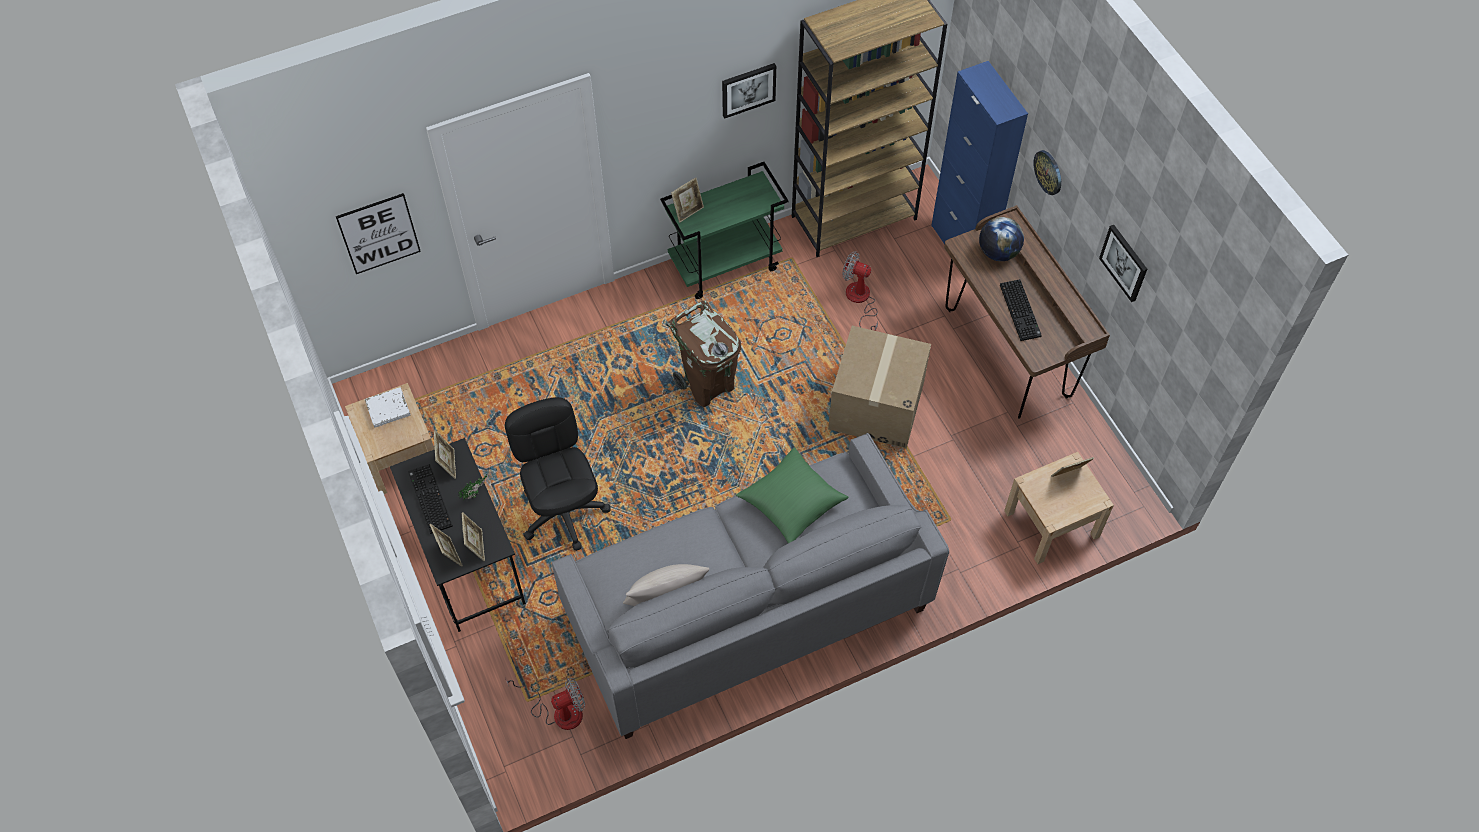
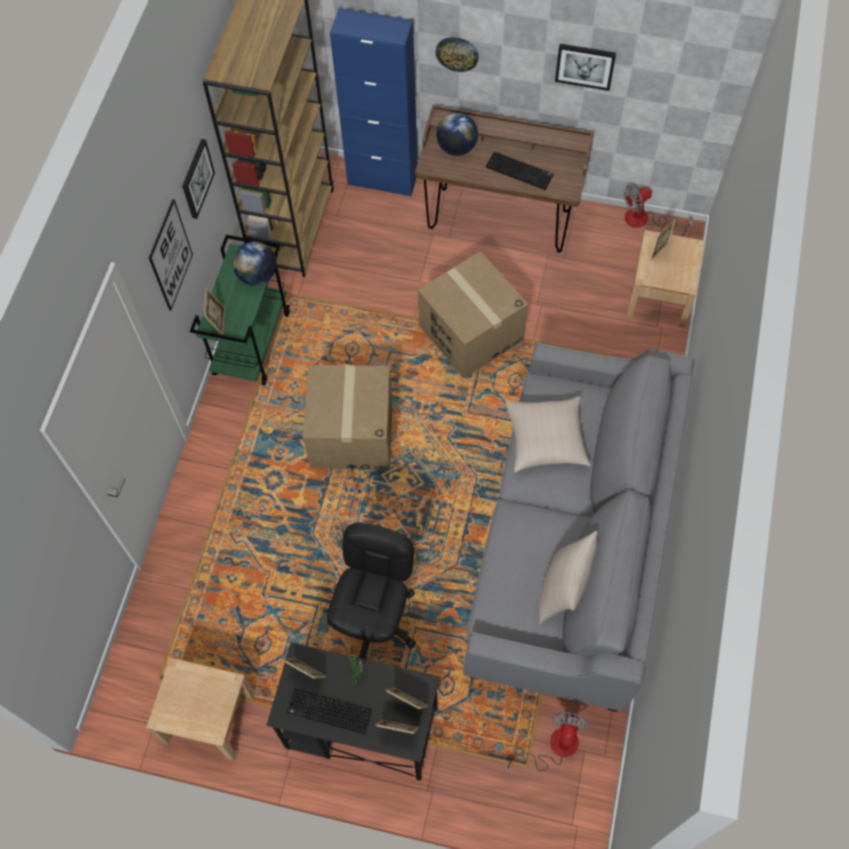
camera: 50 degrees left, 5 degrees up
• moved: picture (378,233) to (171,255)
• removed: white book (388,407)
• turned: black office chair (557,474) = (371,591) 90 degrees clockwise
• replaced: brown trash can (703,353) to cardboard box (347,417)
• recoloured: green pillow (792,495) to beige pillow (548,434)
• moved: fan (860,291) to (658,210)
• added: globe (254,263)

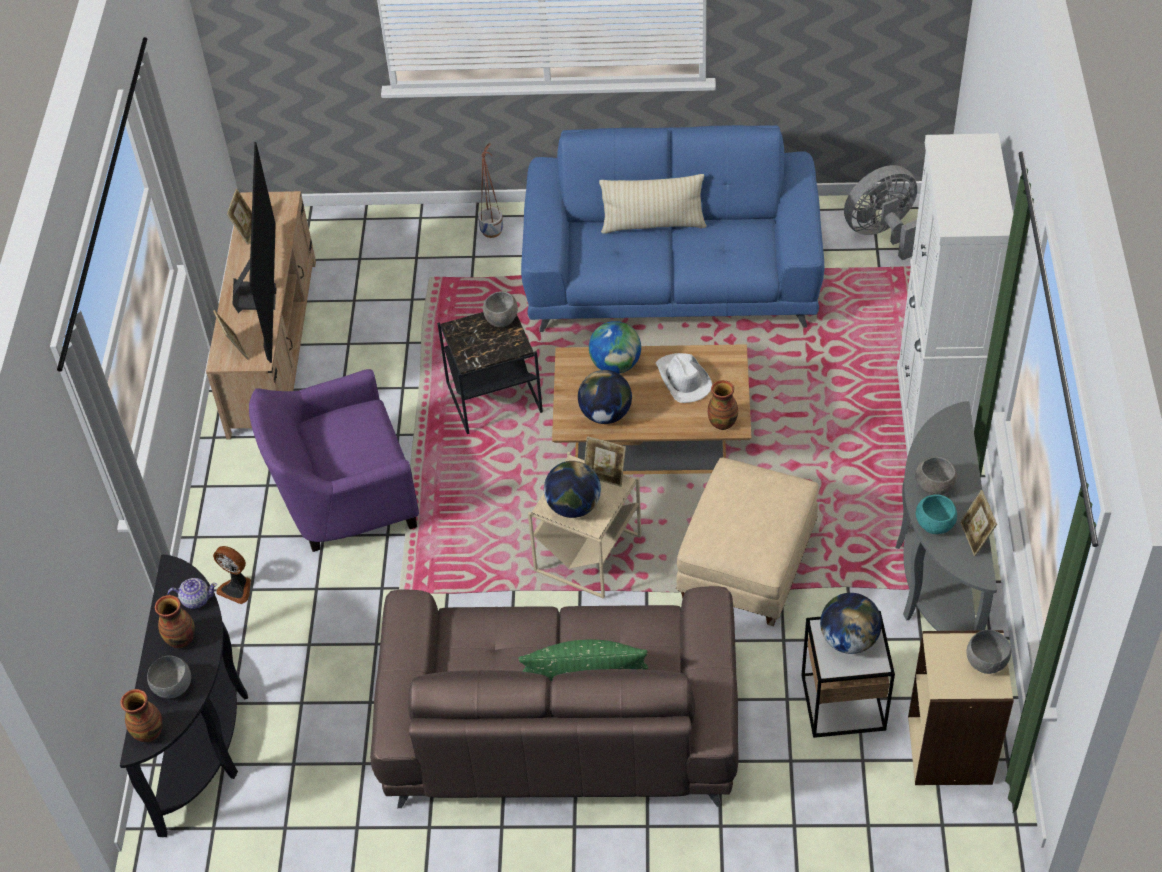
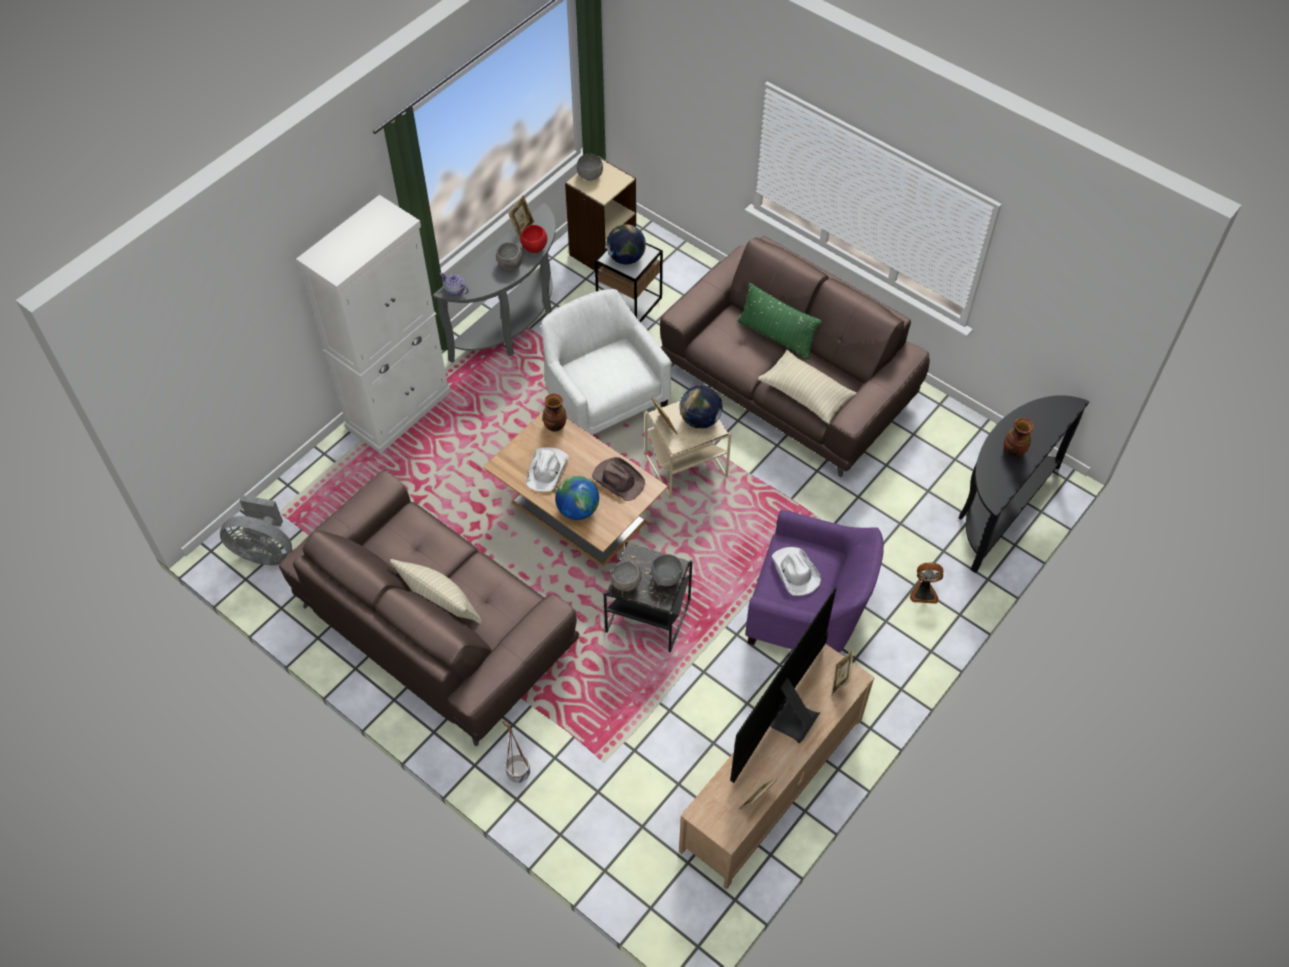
camera: 145 degrees left, 5 degrees up
• removed: vase (141,715)
• moved: grey bowl (169,677) to (667,570)
• moved: teapot (192,593) to (454,284)
• turned: fan (232,575) = (926,583) 120 degrees clockwise
• recoloured: blue sofa (672,228) to brown sofa (429,608)
• replaced: globe (605,397) to brown hat (618,479)
• replaced: beige ottoman (747,541) to white armchair (606,362)
• recoloured: turquoise bowl (936,514) to red bowl (533,239)
• added: beige pillow (807,387)
• added: white hat (796,571)

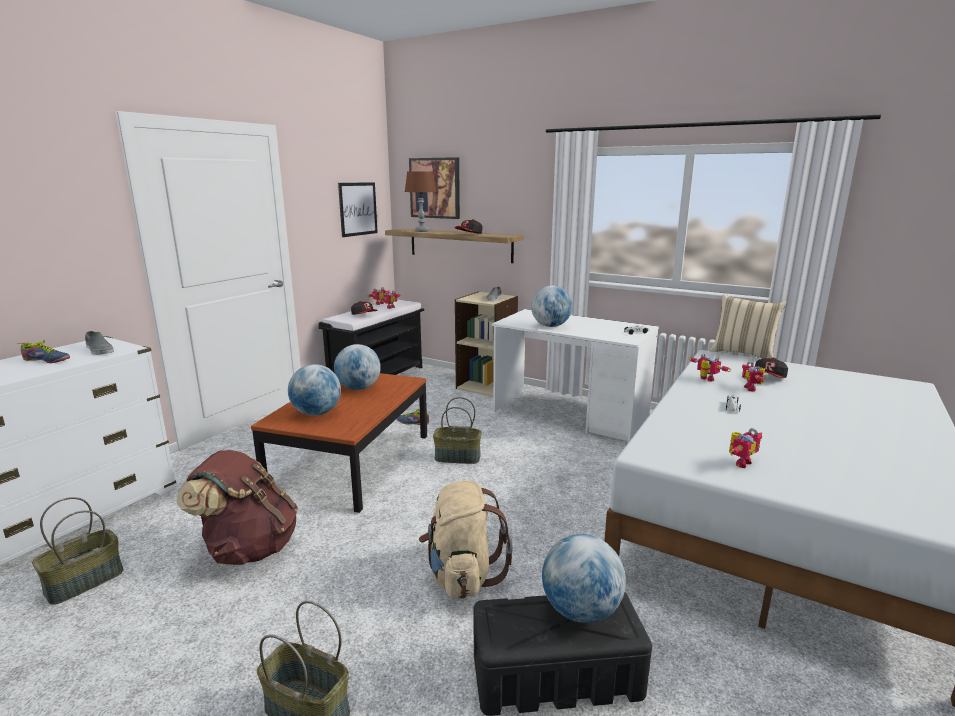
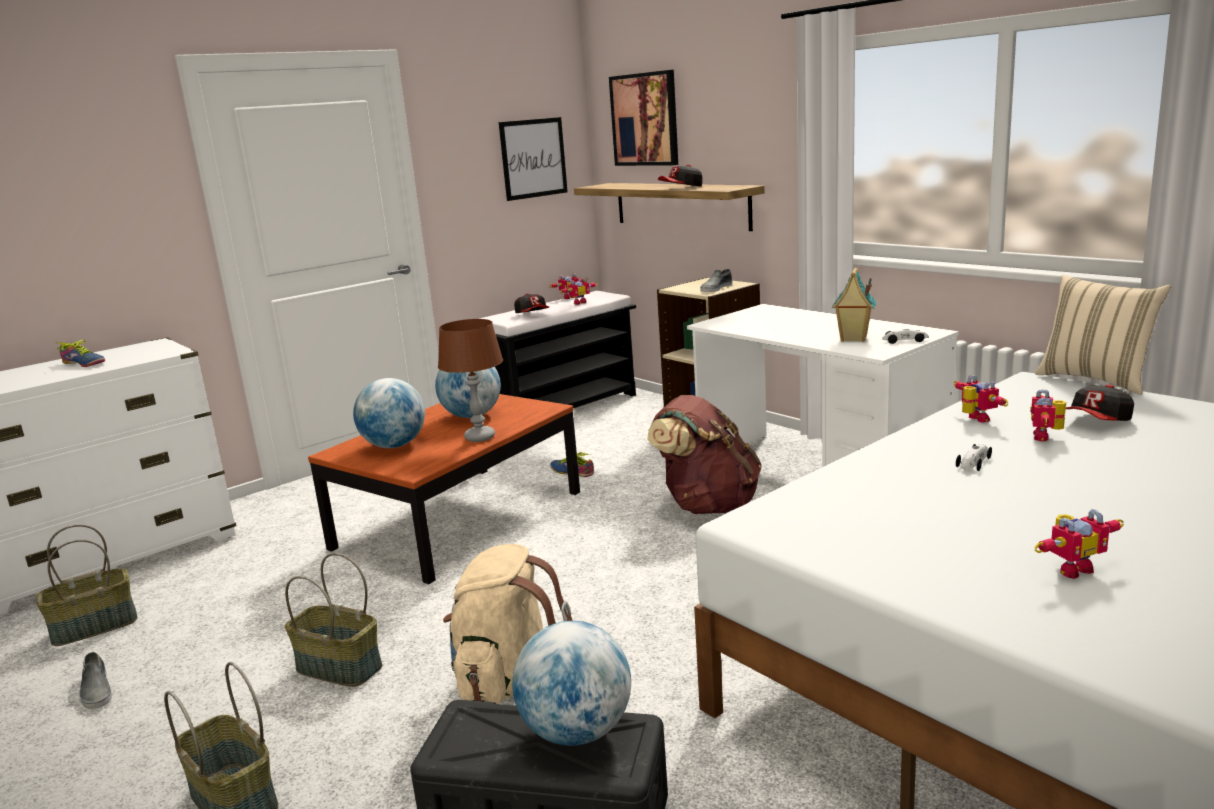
camera: 20 degrees right, 0 degrees up
• moved: grey shoe (99,343) to (95,680)
• moved: brown backpack (237,507) to (704,454)
• moved: brown table lamp (421,201) to (470,380)
• moved: basket (457,430) to (333,620)
• removed: globe (552,306)
• moved: toy robot (745,448) to (1079,544)
• added: toy house (854,304)

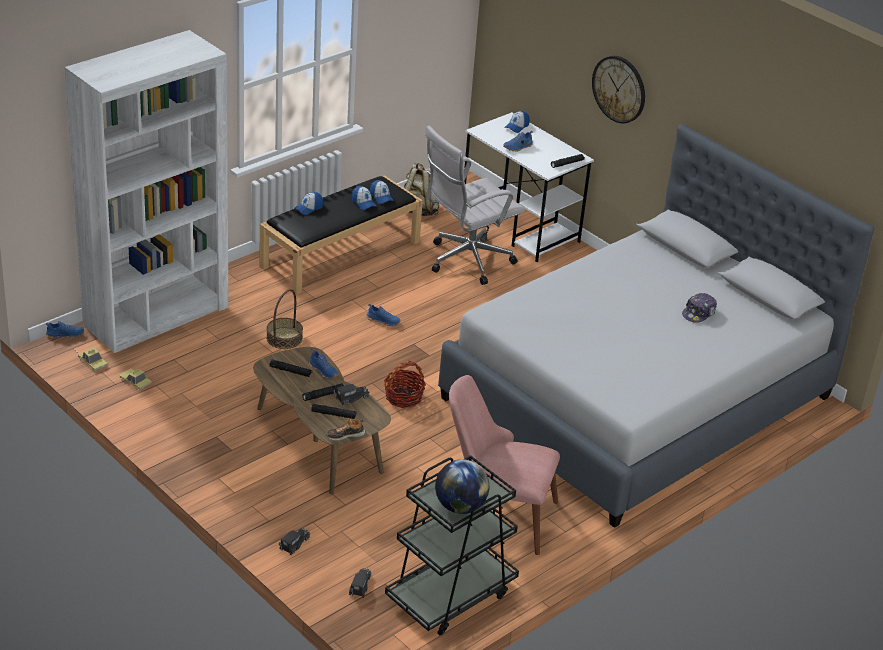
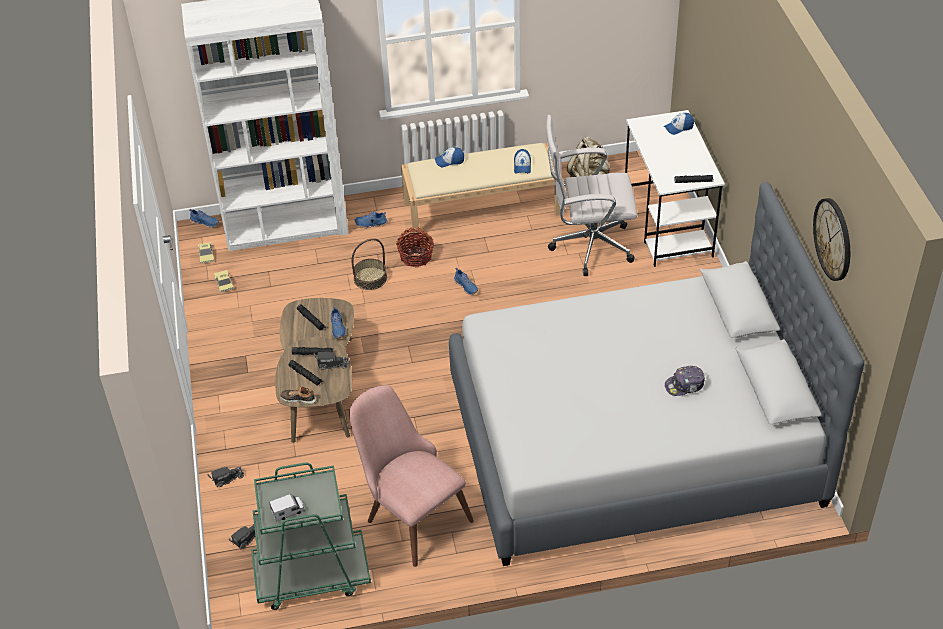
camera: 35 degrees right, 10 degrees up
• recoloured: black bench (341,235) to beige bench (481,189)
• removed: cap (364,198)
• moved: basket (405,384) to (415,247)
• recoloured: black cart (452,545) to green cart (311,536)
• replaced: globe (462,486) to toy truck (287,508)
• moved: blue shoe (518,141) to (371,219)
• moved: wall clock (618,89) to (831,239)

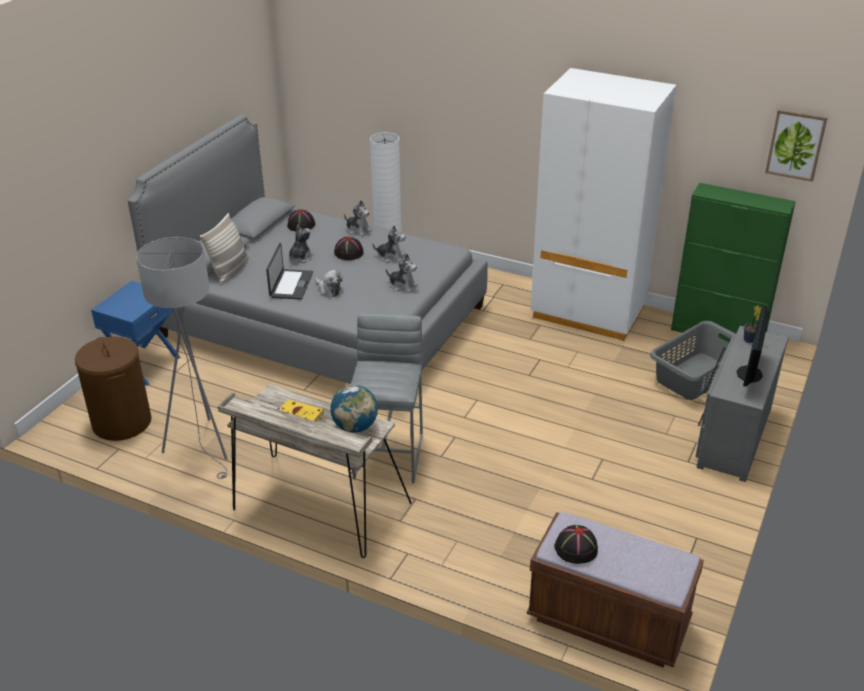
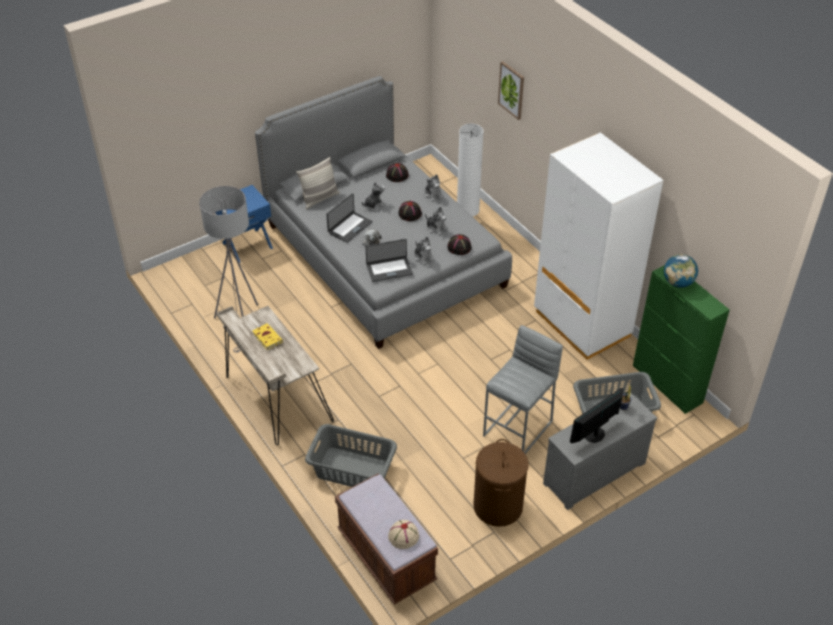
camera: 30 degrees right, 10 degrees up
• moved: brown laundry basket (113,388) to (501,483)
• moved: globe (354,409) to (681,271)
• moved: grey stool (387,398) to (523,389)
• moved: black hat (576,544) to (459,244)
• moved: picture (796,145) to (511,90)
• added: grey laundry basket (351,455)
• added: laptop (389,260)
• added: beige hat (403,534)

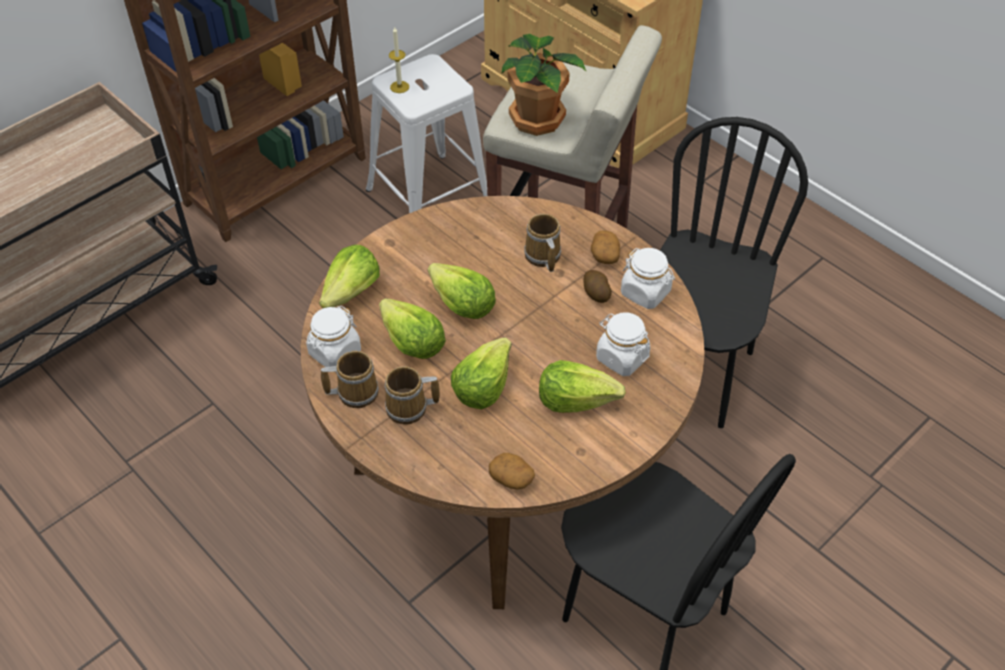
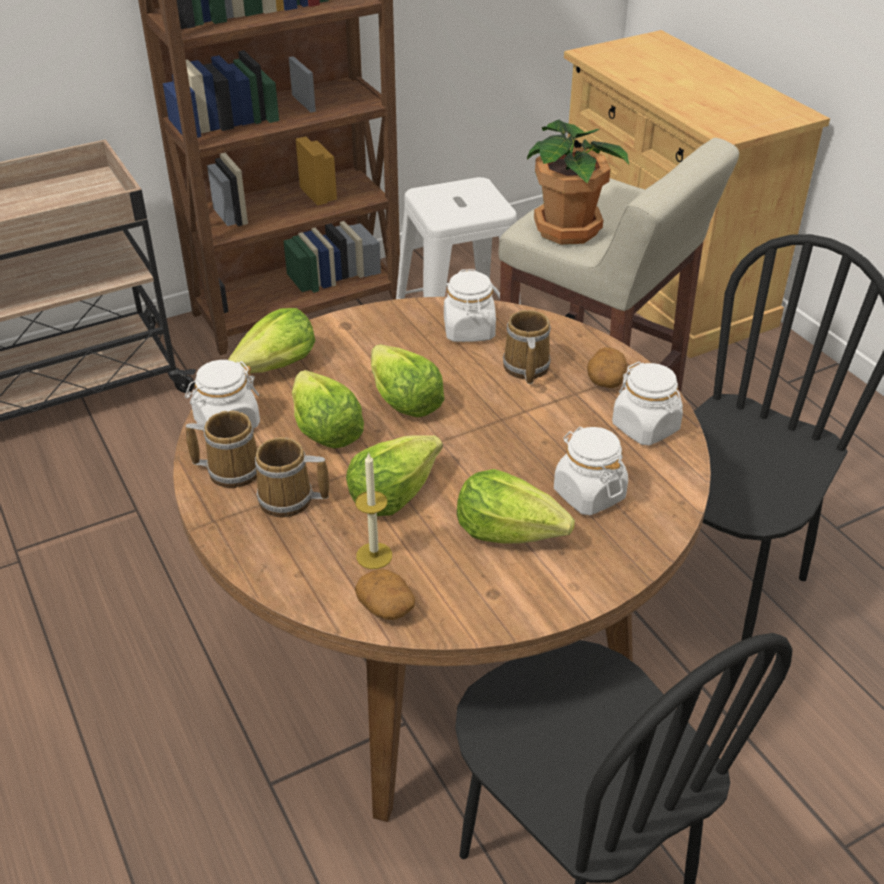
camera: 15 degrees right, 10 degrees down
• moved: candle (399,60) to (373,510)
• removed: potato (597,286)
• added: white jar (470,305)

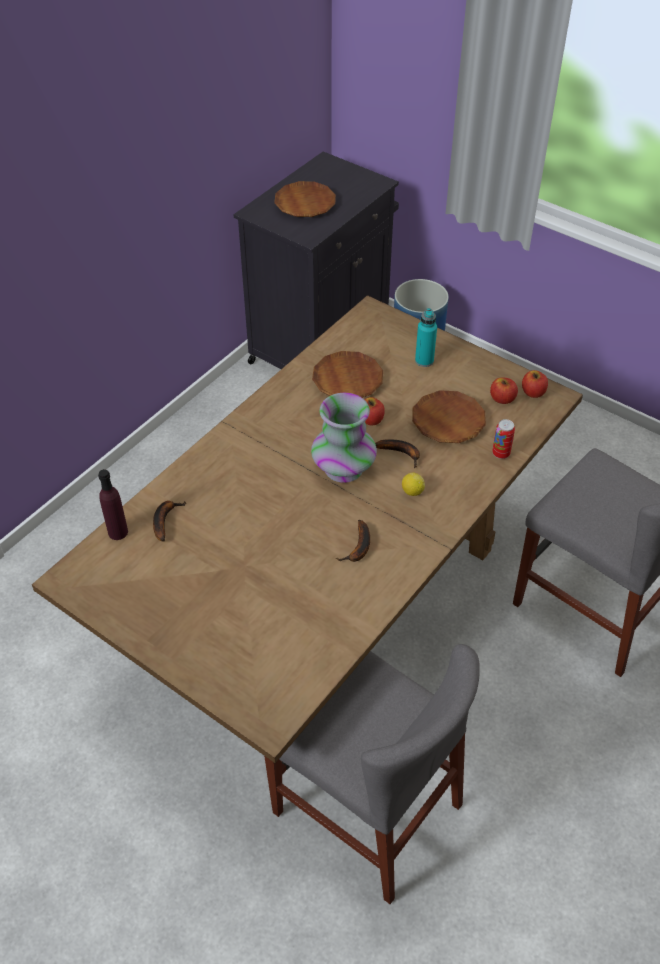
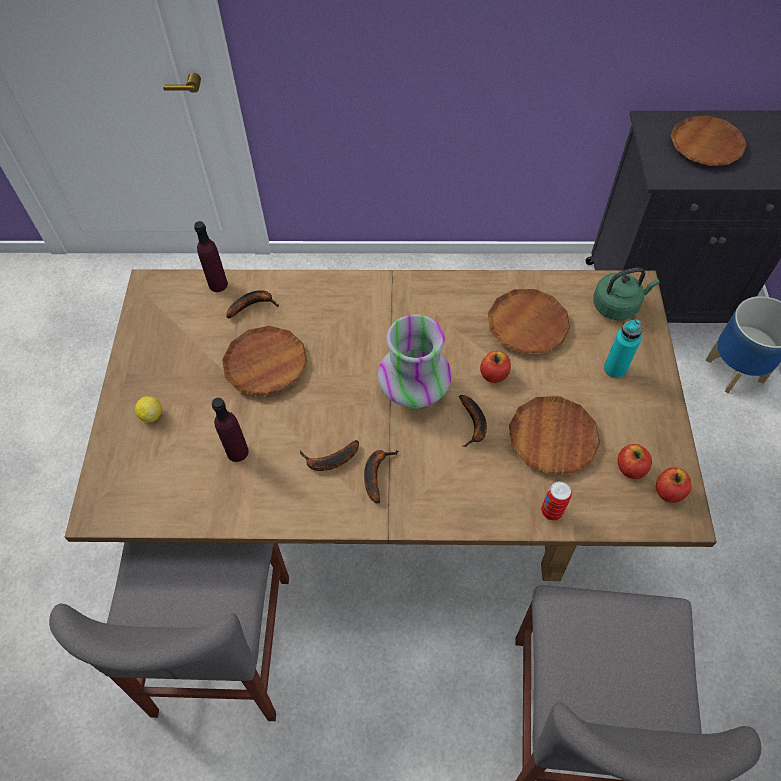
camera: 55 degrees right, 10 degrees up
• moved: lemon (413,484) to (148,409)
• added: purple bottle (230,430)
• added: brown plate (264,361)
• added: banana (381,476)
• added: green kettle (626,293)

